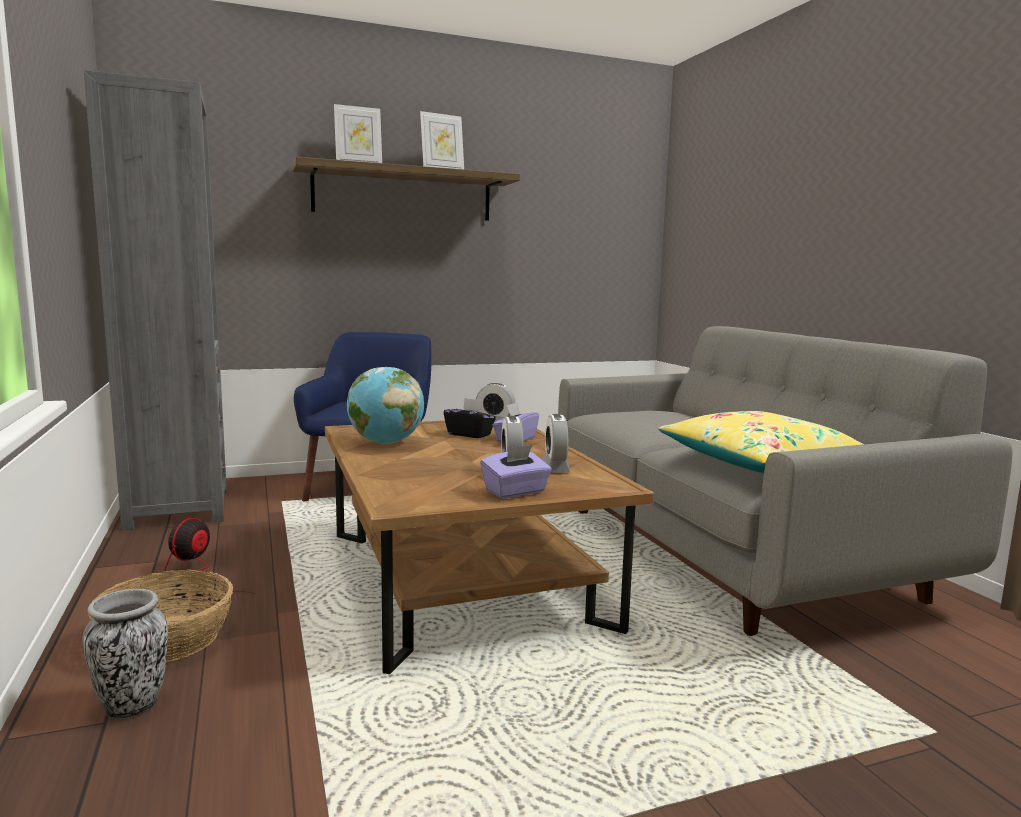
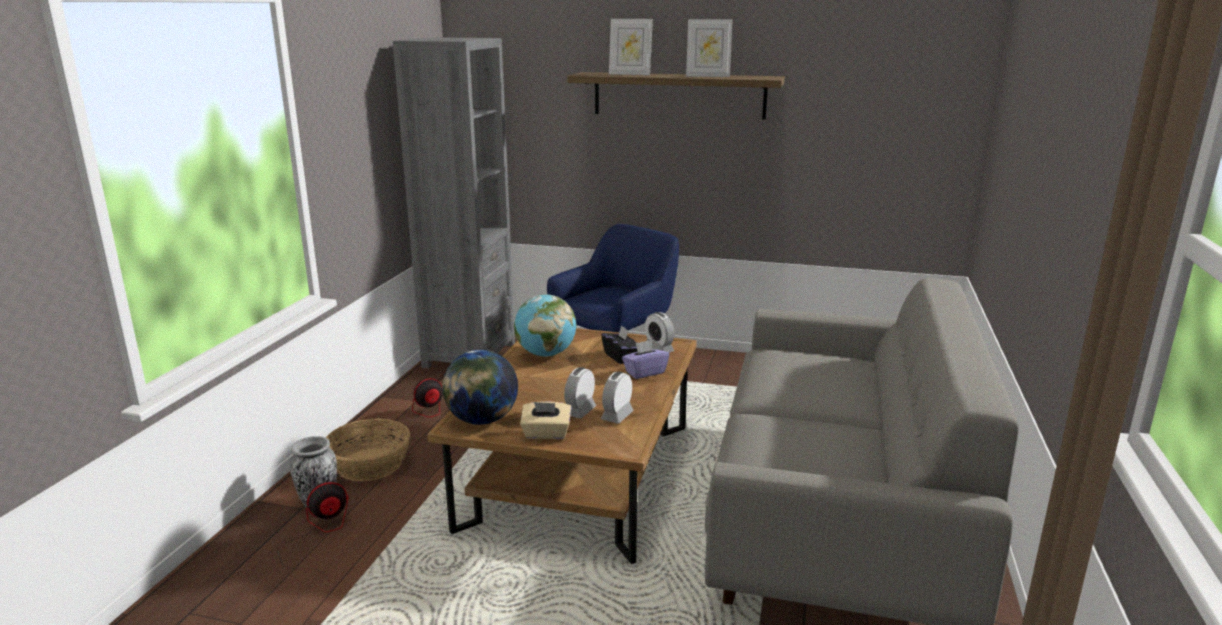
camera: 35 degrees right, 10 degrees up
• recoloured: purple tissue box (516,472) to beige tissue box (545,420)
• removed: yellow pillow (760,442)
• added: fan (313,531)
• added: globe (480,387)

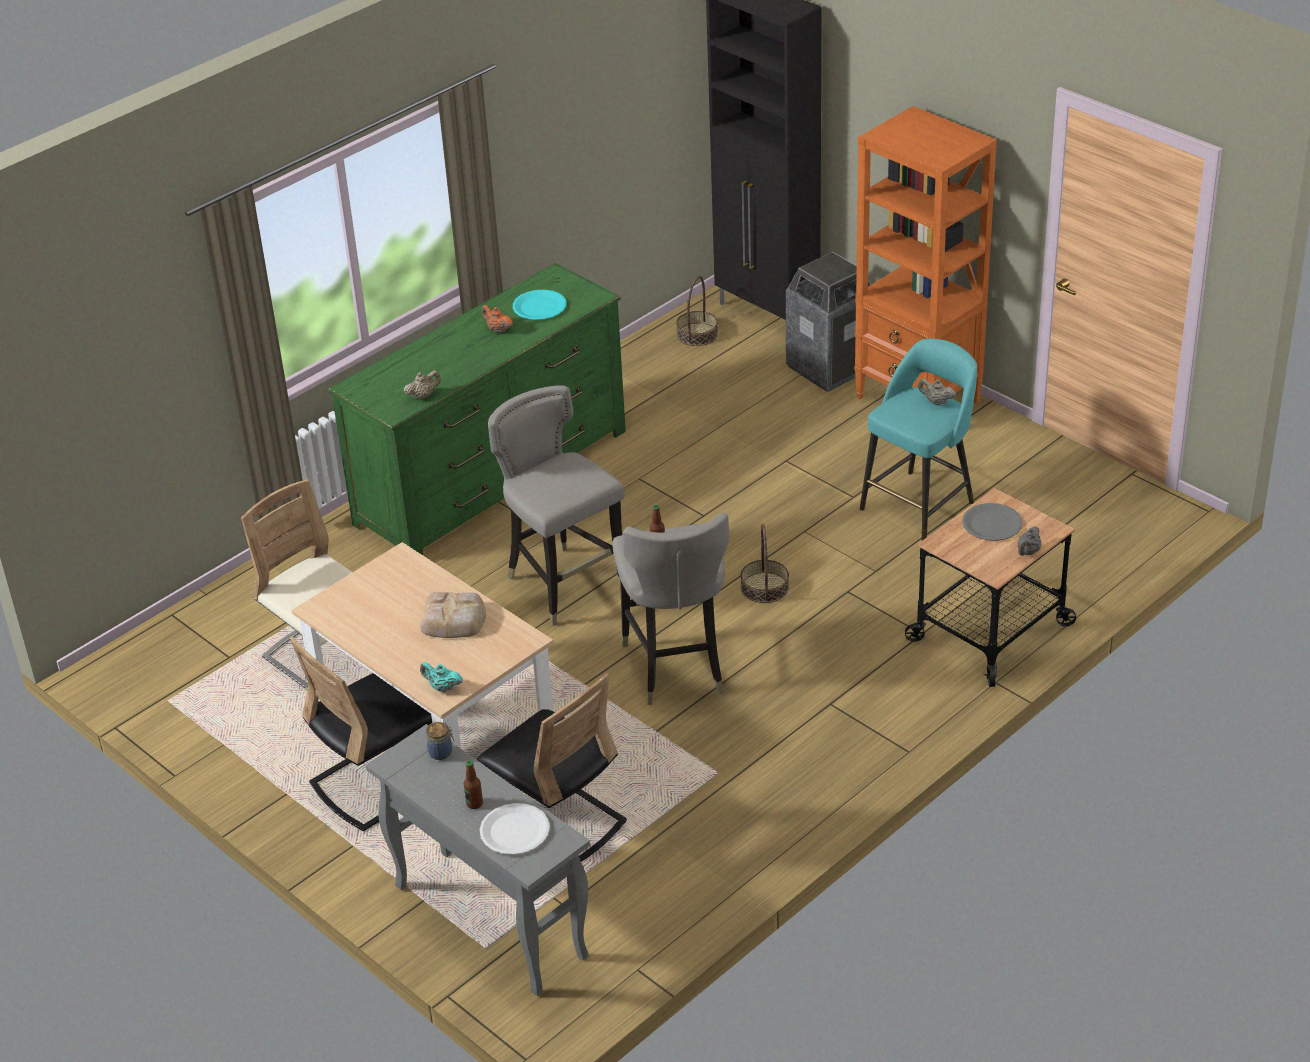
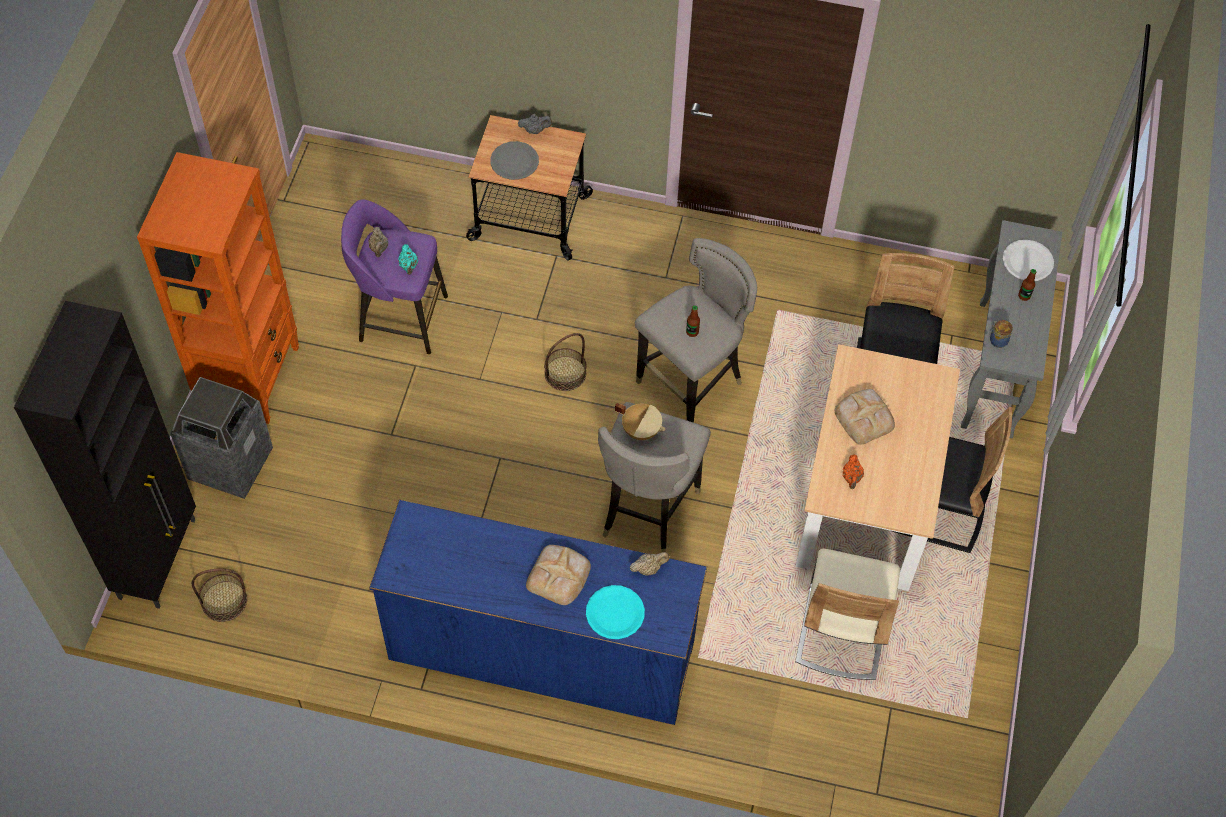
camera: 125 degrees left, 20 degrees up
• recoloured: green dresser (477,409) to blue dresser (538,612)
• turned: beige teapot (422,385) = (649,564) 135 degrees clockwise
• moved: turquoise teapot (441,677) to (408,259)
• moved: orange teapot (497,319) to (853,471)
• moved: turquoise plate (539,305) to (615,612)
• recoloured: turquoise stool (918,439) to purple stool (394,276)
• added: bread (558,575)
• added: beige cooking pot (640,421)

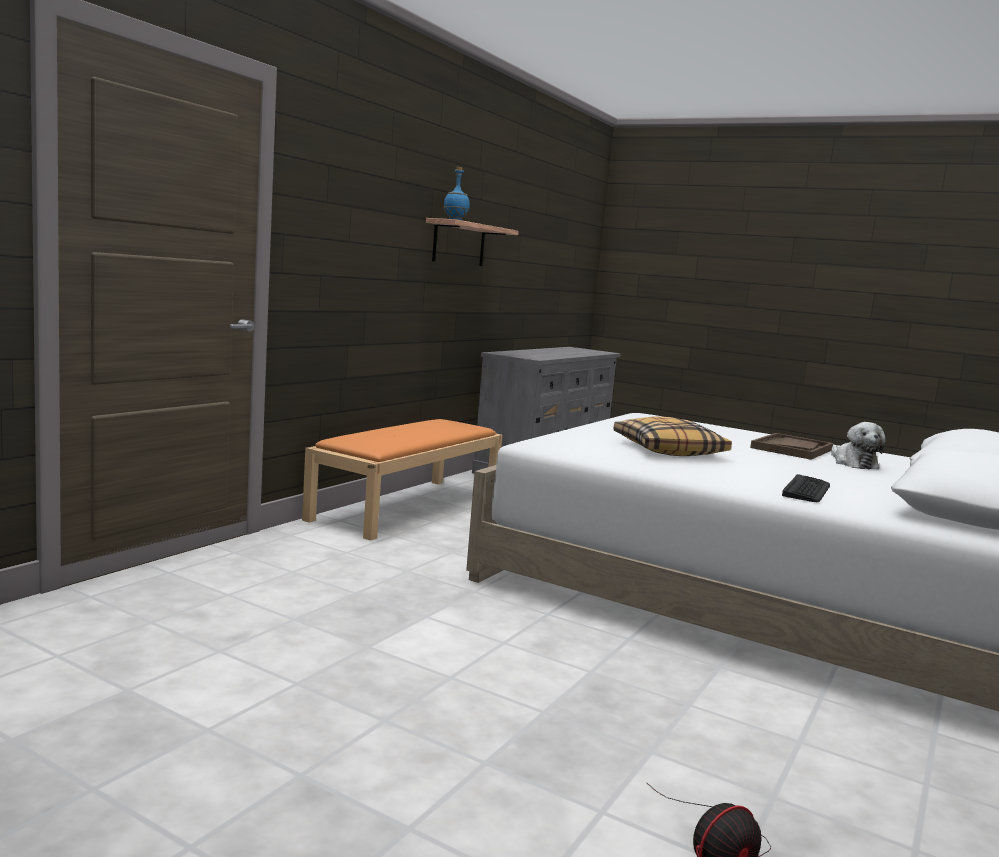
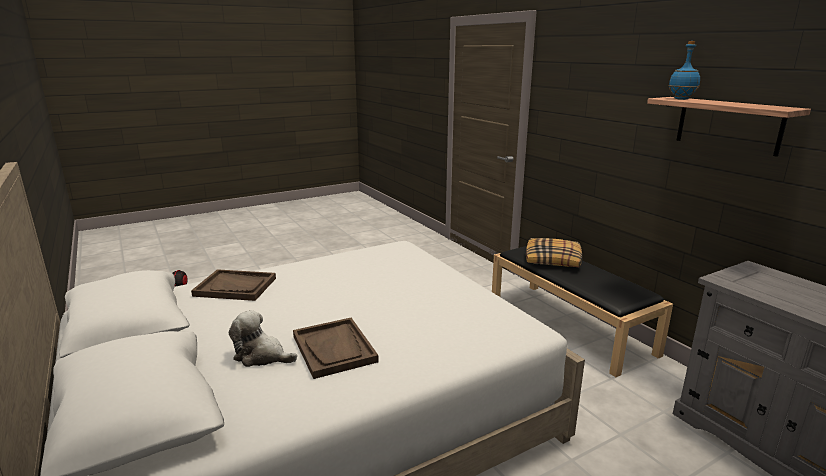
camera: 120 degrees right, 10 degrees up
• recoloured: orange bench (402,480) to black bench (582,311)
• moved: pillow (673,436) to (554,252)
• replaced: keyboard (806,488) to brown tray (233,285)

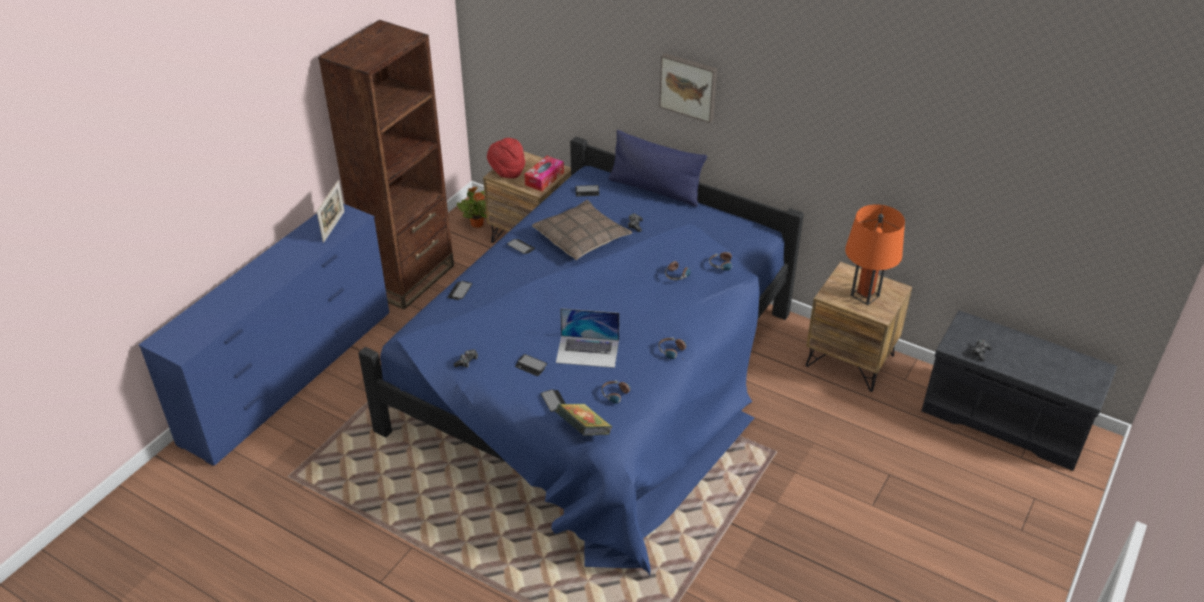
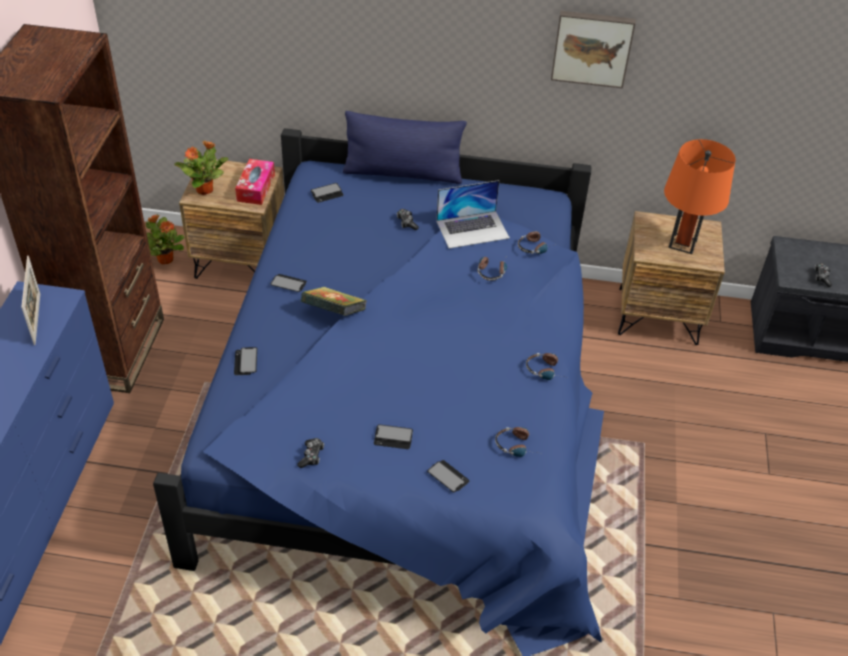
camera: 25 degrees left, 5 degrees up
• replaced: red hat (506,158) to potted plant (201,168)
• removed: pillow (582,230)
• moved: laptop (587,338) to (473,214)
• moved: book (584,420) to (334,301)
• moved: picture (688,88) to (593,49)

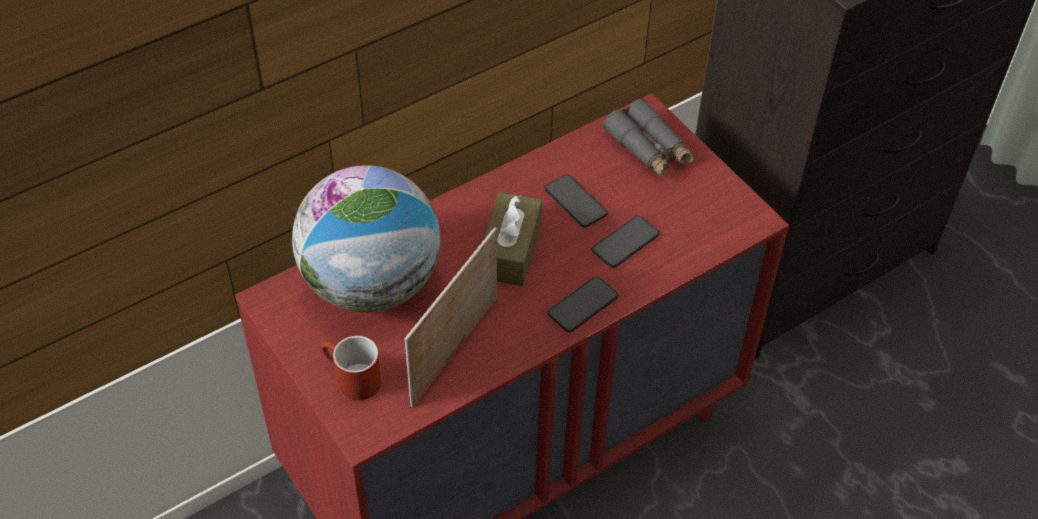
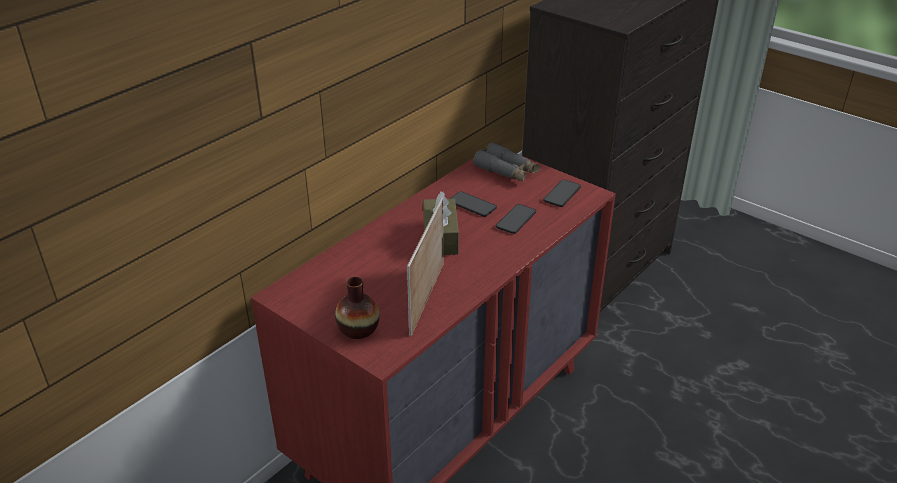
camera: 15 degrees left, 15 degrees down
• removed: globe (366,239)
• replaced: red mug (352,368) to vase (357,308)
• moved: phone (583,304) to (562,193)

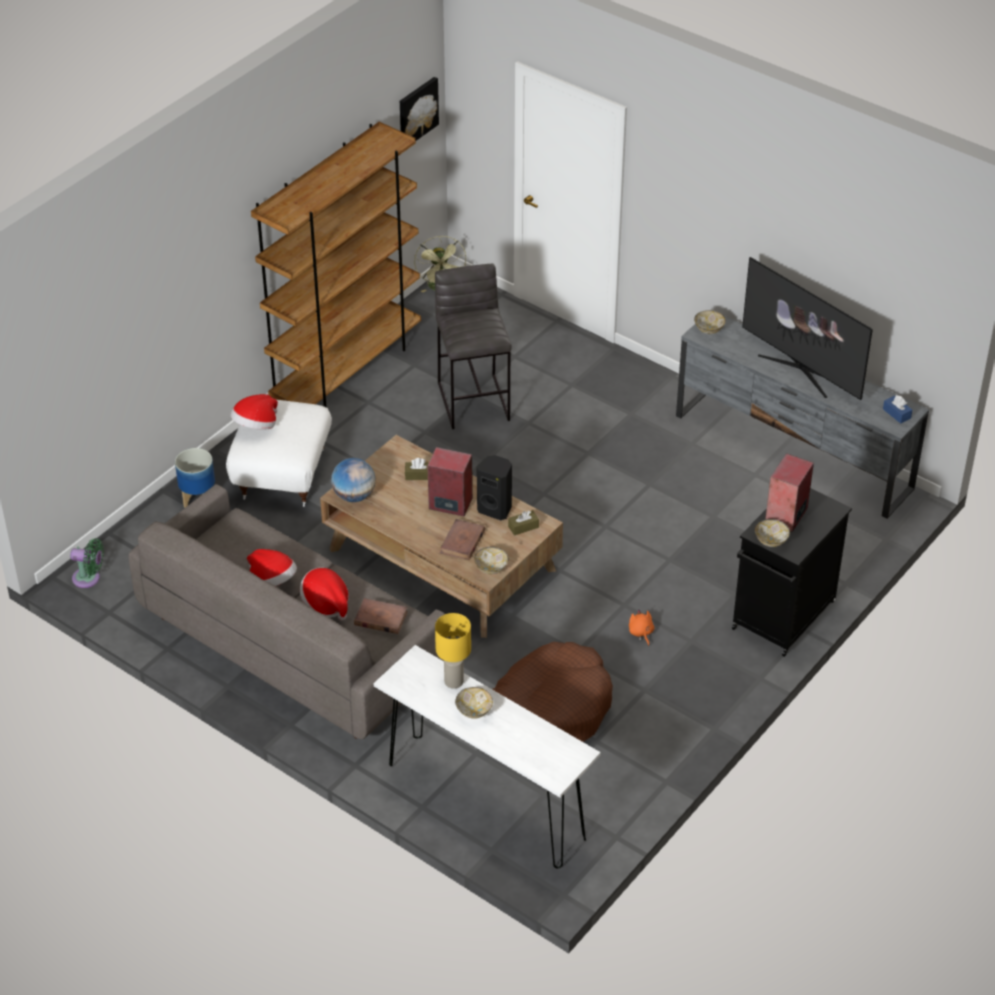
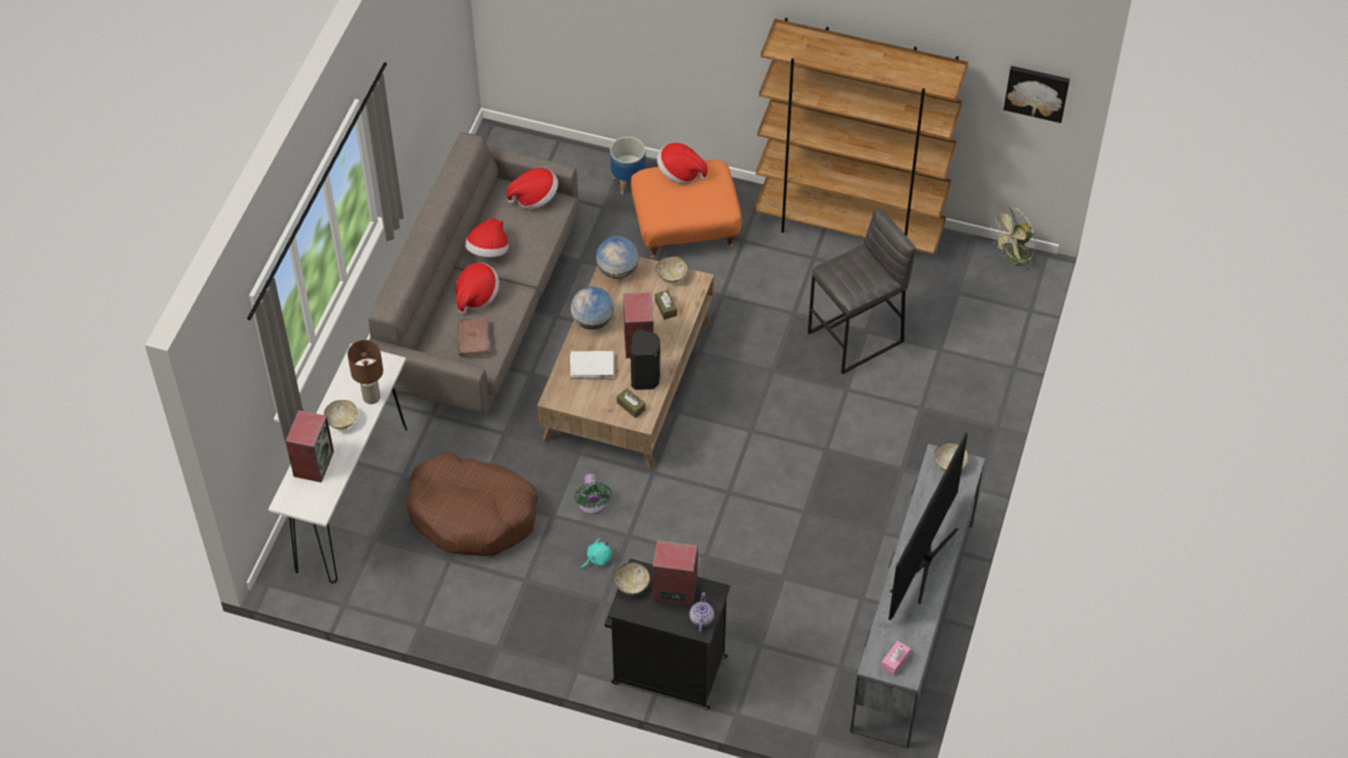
camera: 70 degrees right, 10 degrees up
• moved: green fan (87,563) to (593,494)
• recoloured: white ottoman (279,453) to orange ottoman (686,209)
• recoloured: yellow table lamp (453,651) to brown table lamp (365,372)
• recoloured: brown book (462,539) to white book (592,365)
• moved: bowl (491,560) to (672,269)
• recoloured: orange plush toy (641,627) to turquoise plush toy (596,553)
• recoloured: blue tissue box (897,409) to pink tissue box (896,658)
• added: speaker (309,446)
• added: hat (532,188)
• added: globe (592,308)
• added: teapot (701,612)

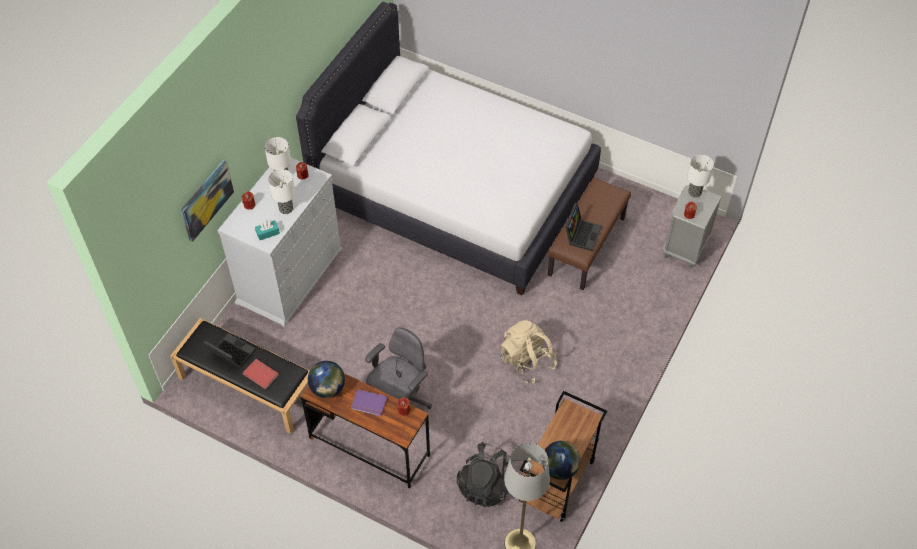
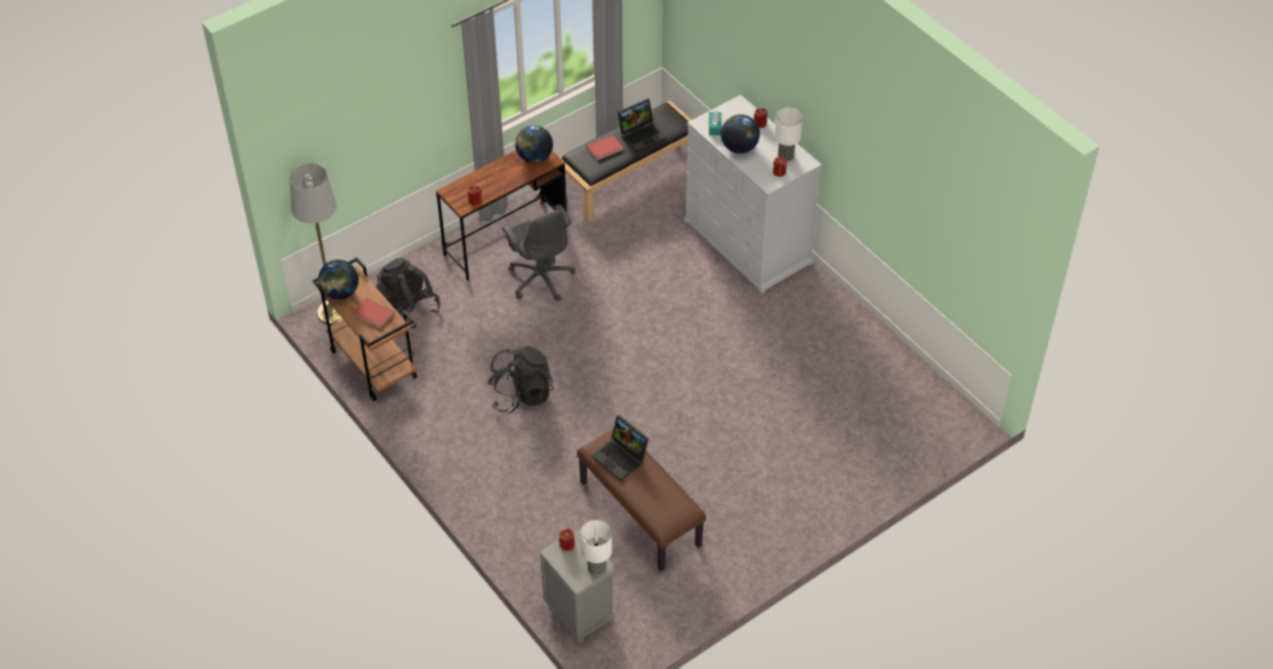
camera: 115 degrees right, 5 degrees down
• removed: picture (207,201)
• replaced: table lamp (281,191) to globe (740,134)
• removed: white bed (448,148)
• removed: purple book (369,402)
• recoloured: beige backpack (529,351) to black backpack (520,380)
• added: red book (373,313)

